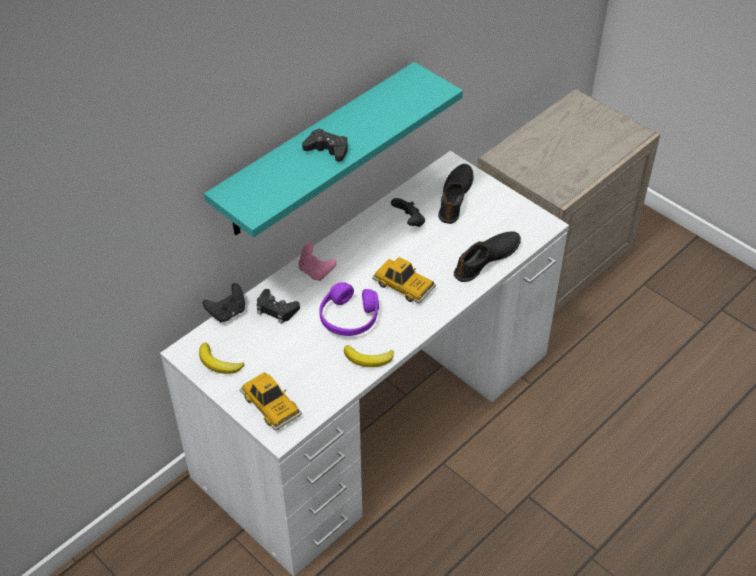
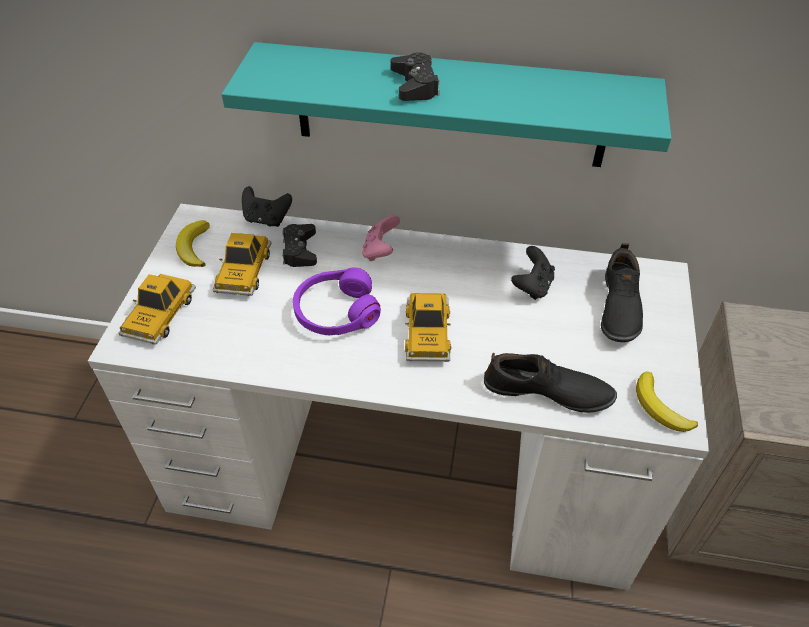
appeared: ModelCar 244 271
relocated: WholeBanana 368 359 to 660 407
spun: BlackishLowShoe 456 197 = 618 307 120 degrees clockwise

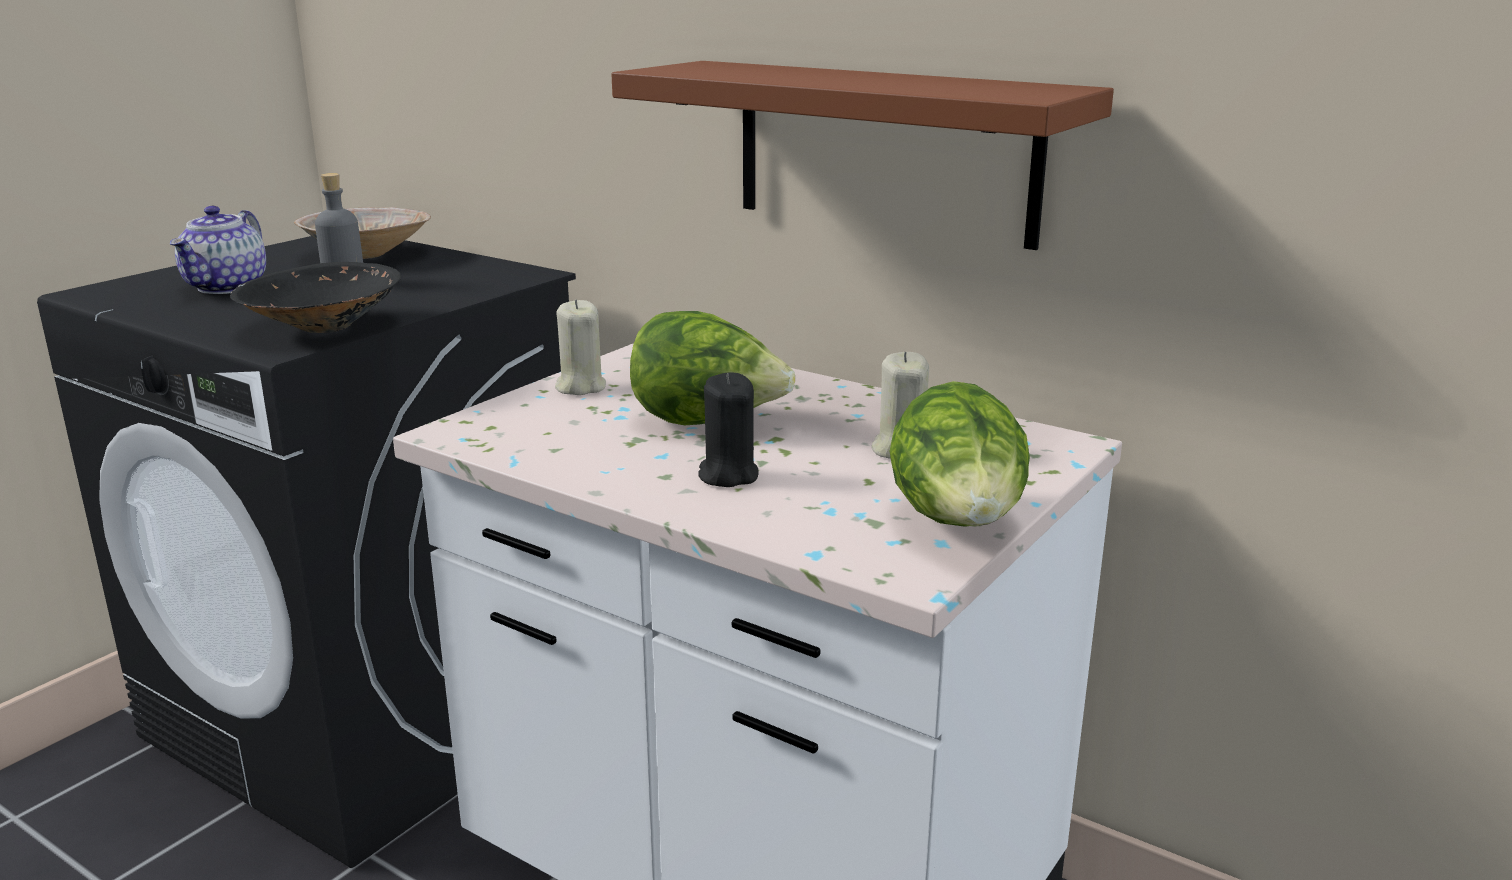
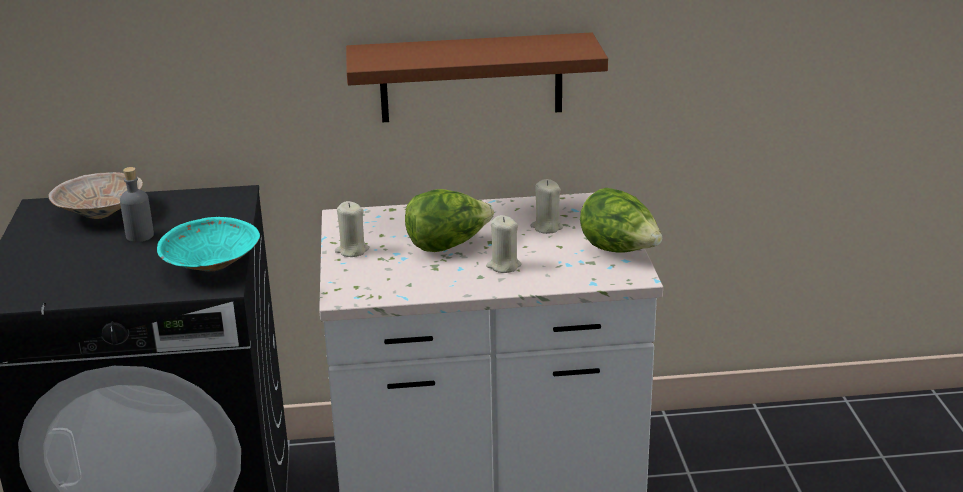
missing: PotForTea 227 287
colour: BlackishServingBowl 321 328 to TurquoiseServingBowl 211 266; BlackishCandle 728 475 to BeigeCandle 503 266

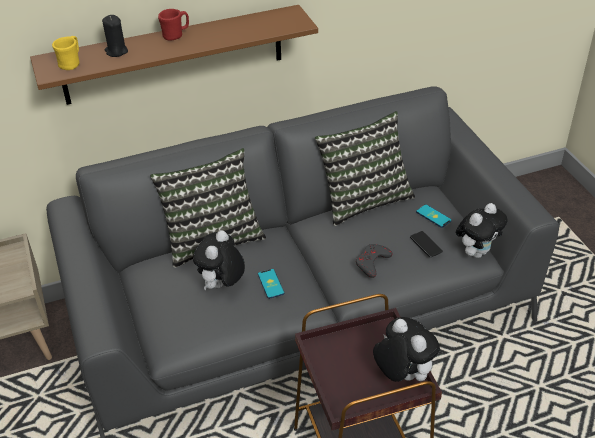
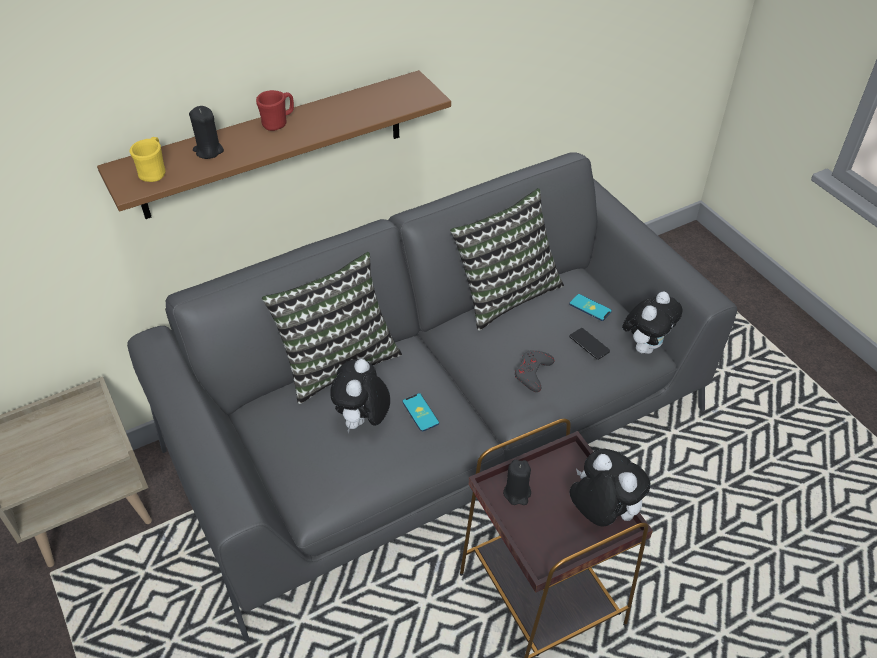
appeared: BlackishCandle 517 493

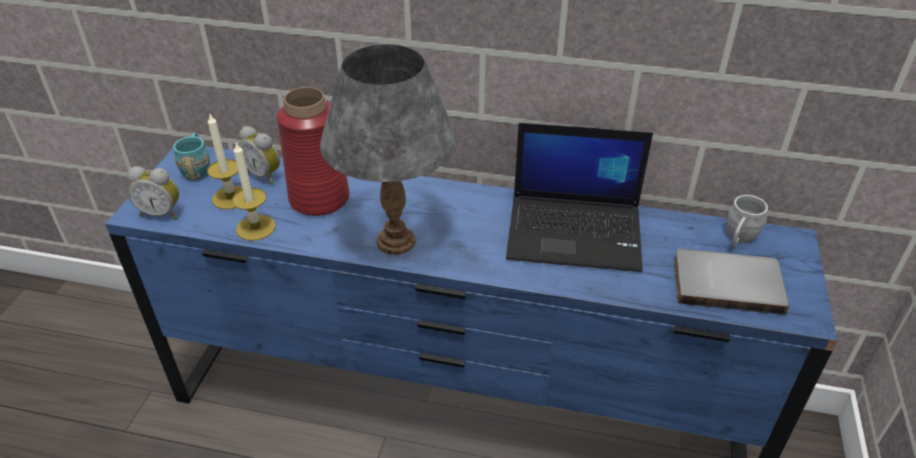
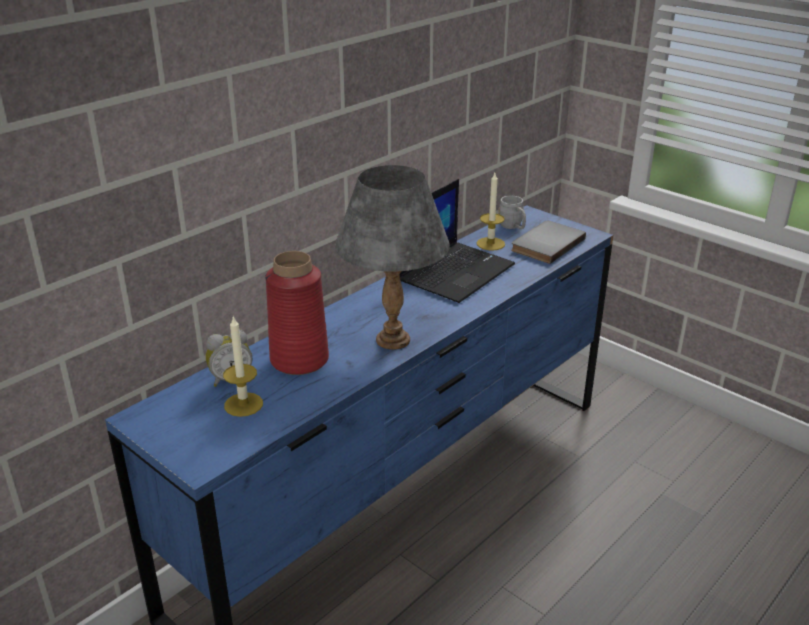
missing: AlarmClock 162 213; TurquoiseTeaMug 198 169
relocated: Candle 256 227 to 490 244

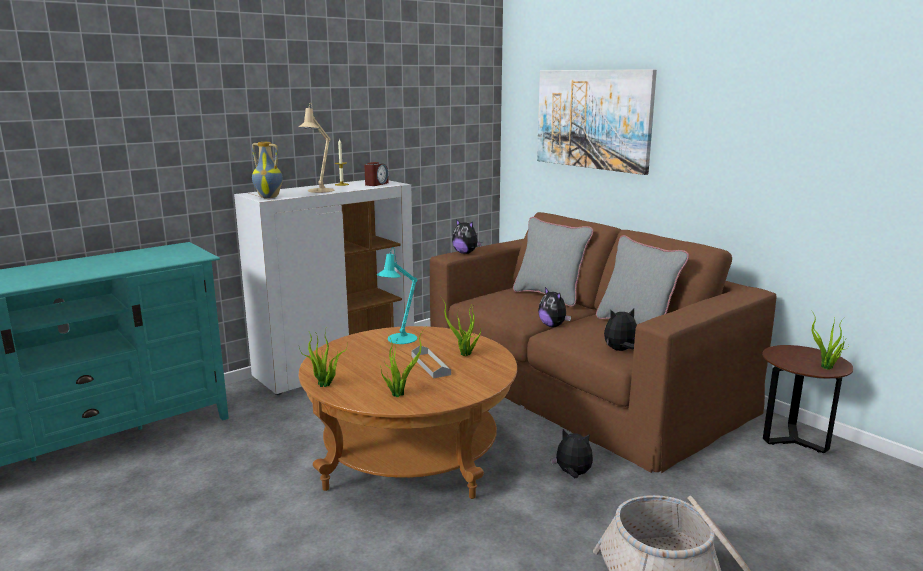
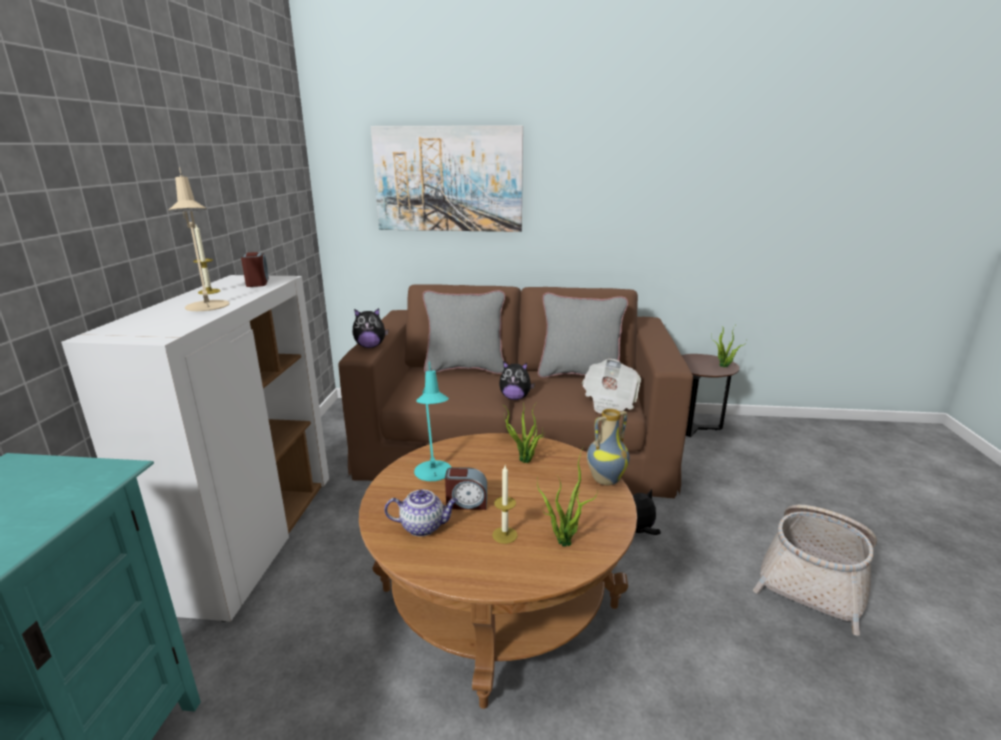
missing: PlantInAPot 325 385; GreyServingTray 430 365
appeared: PotForTea 423 526; AlarmClock 466 503; Candle 504 535
relocated: FlowerVase 269 197 to 605 479
exchanged: CuddlyToy 620 350 to DailyPaper 609 401

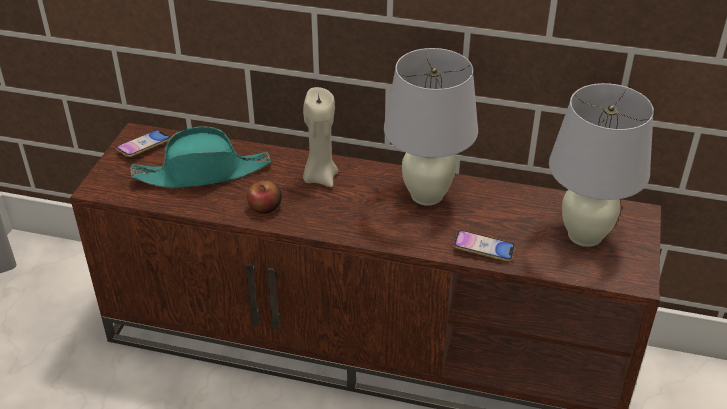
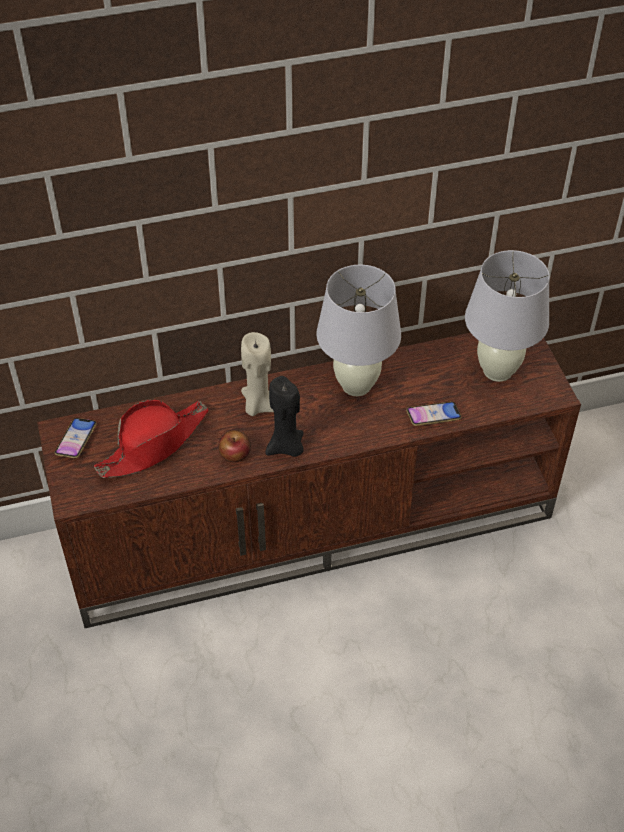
appeared: BlackishCandle 286 447
colour: TurquoiseHat 203 173 to RedHat 154 444

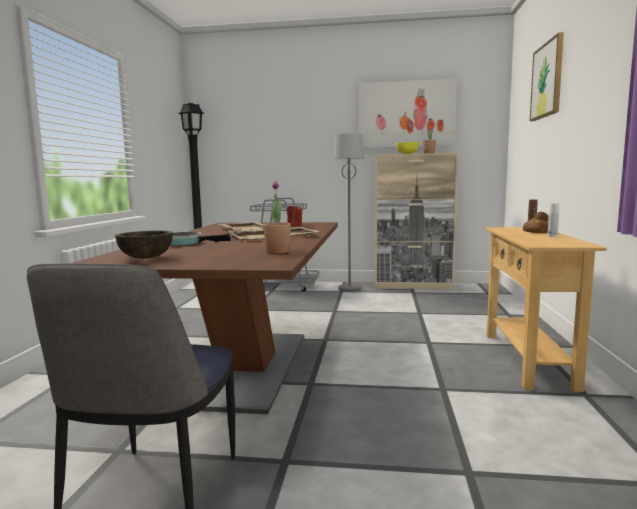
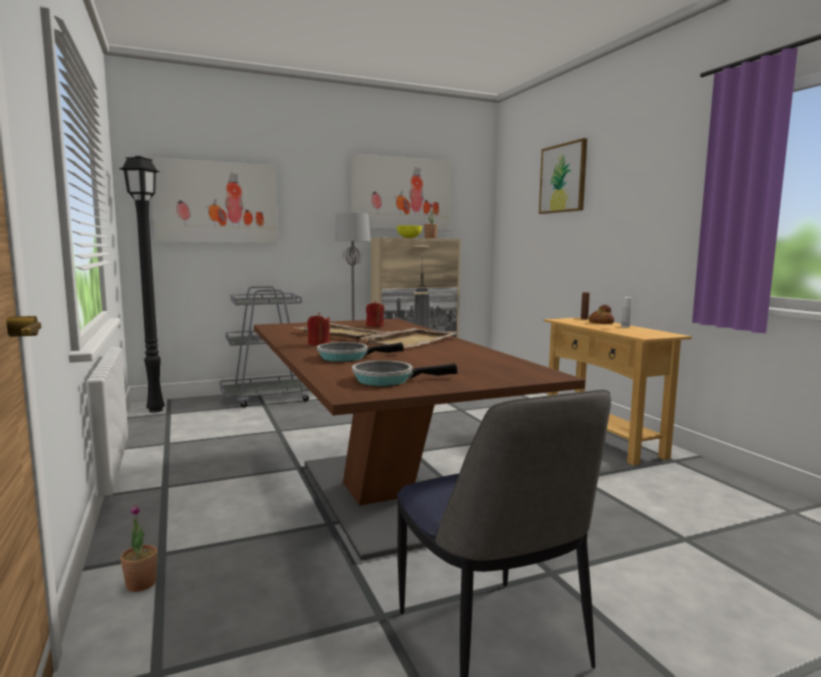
appeared: Picture 216 202; RedCandle 319 344
relocated: PlantInAPot 277 251 to 141 584
exchanged: BrownColouredServingBowl 146 257 to FryingPan 388 379

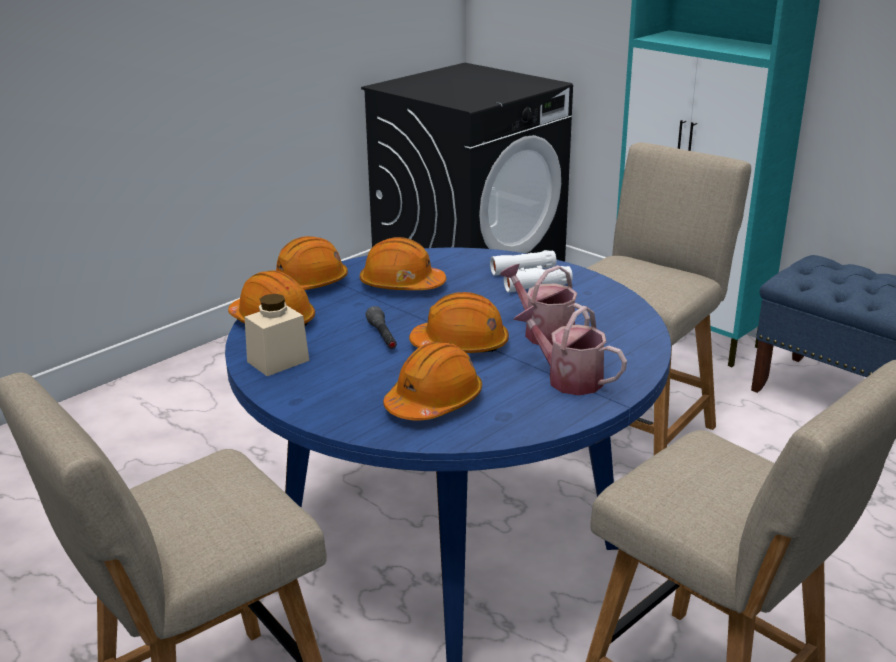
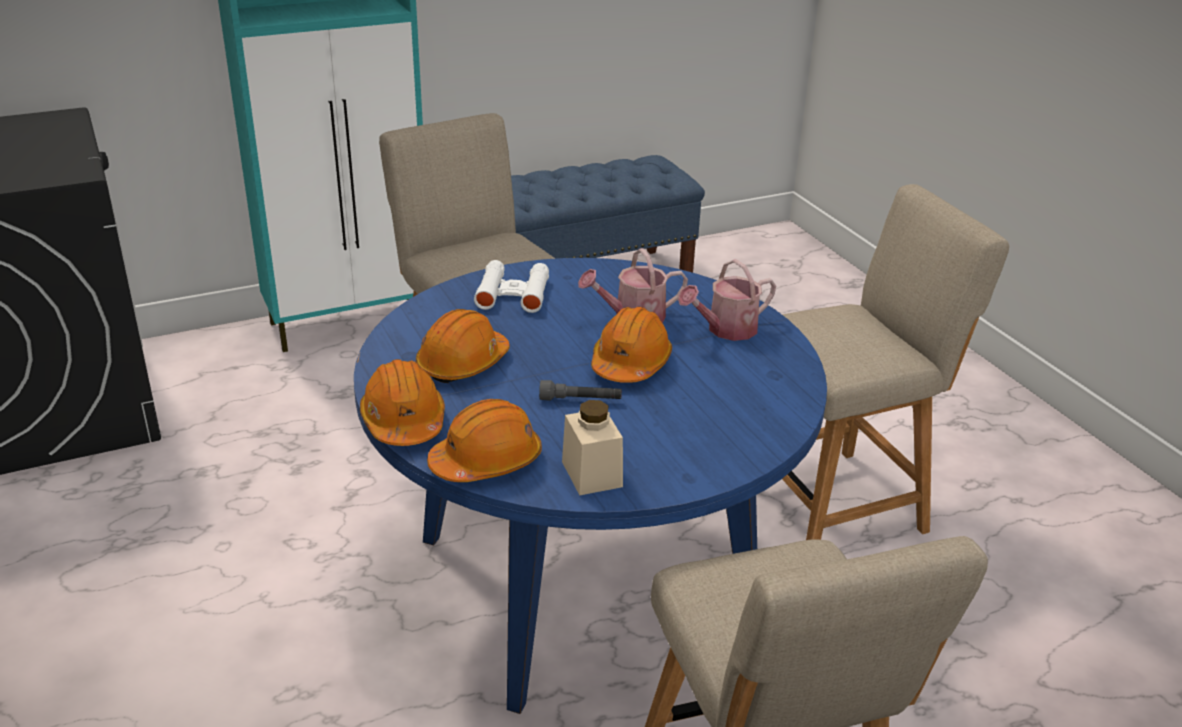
missing: OrangeWorkHelmet 434 402

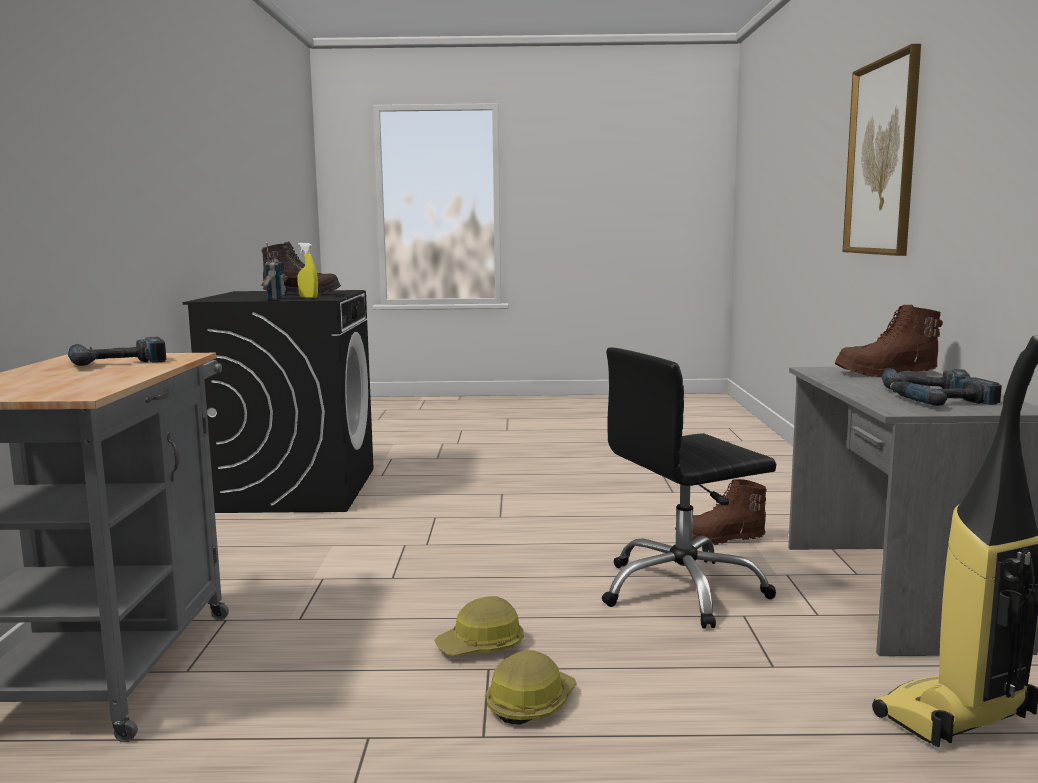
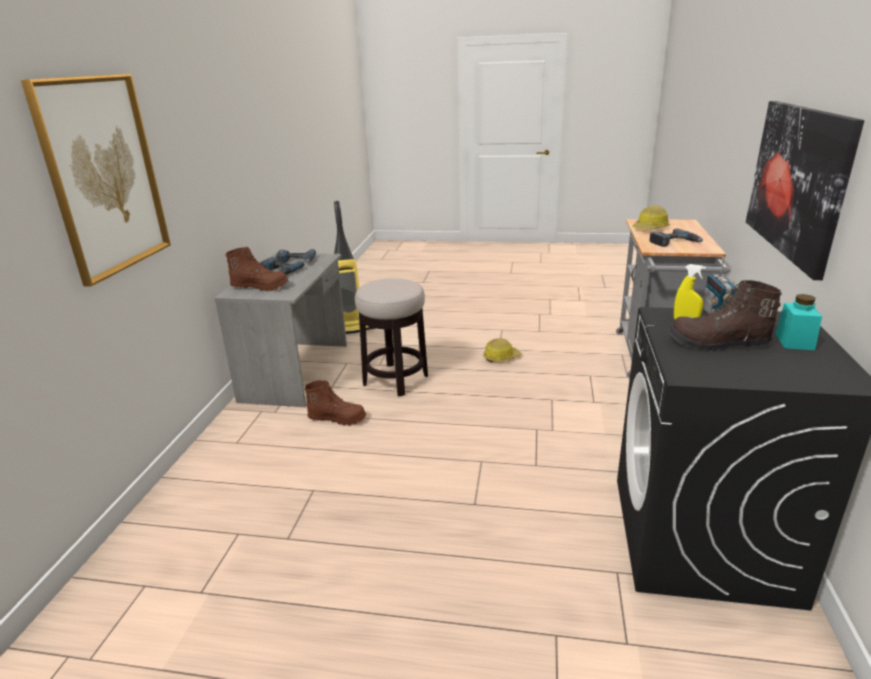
appeared: Picture 797 181; TurquoisePreserveJar 794 341
relocated: WorkHelmet 530 703 to 650 228
exchanged: BlackishDeskChair 682 590 to SittingStool 395 380

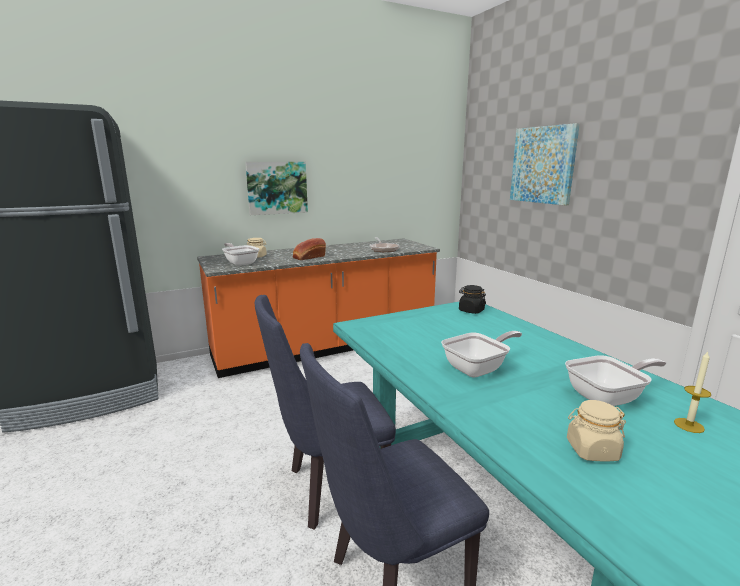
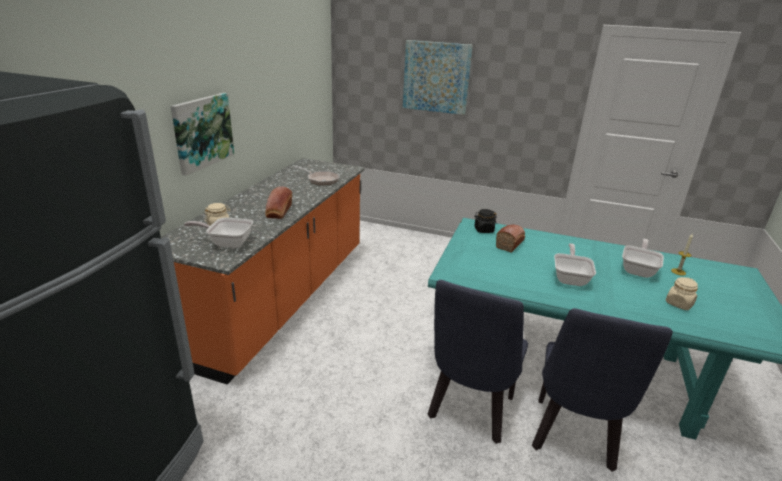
appeared: Bread 510 243

